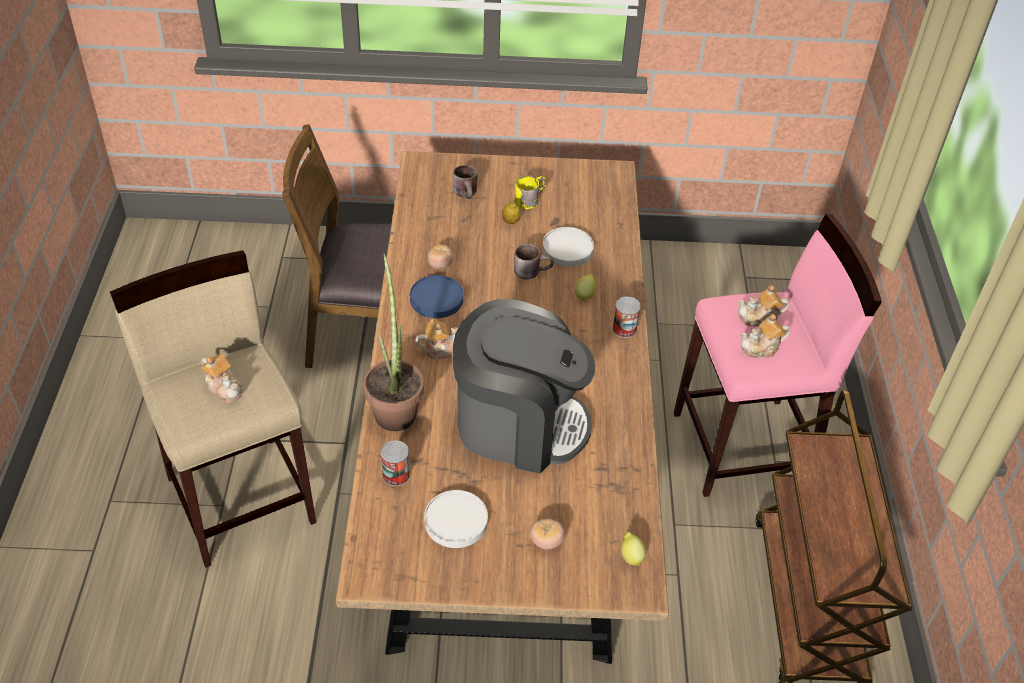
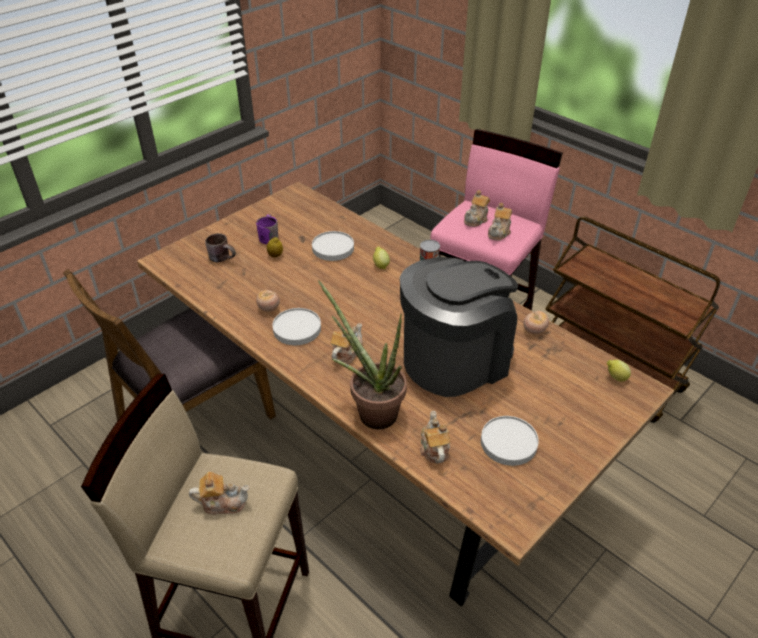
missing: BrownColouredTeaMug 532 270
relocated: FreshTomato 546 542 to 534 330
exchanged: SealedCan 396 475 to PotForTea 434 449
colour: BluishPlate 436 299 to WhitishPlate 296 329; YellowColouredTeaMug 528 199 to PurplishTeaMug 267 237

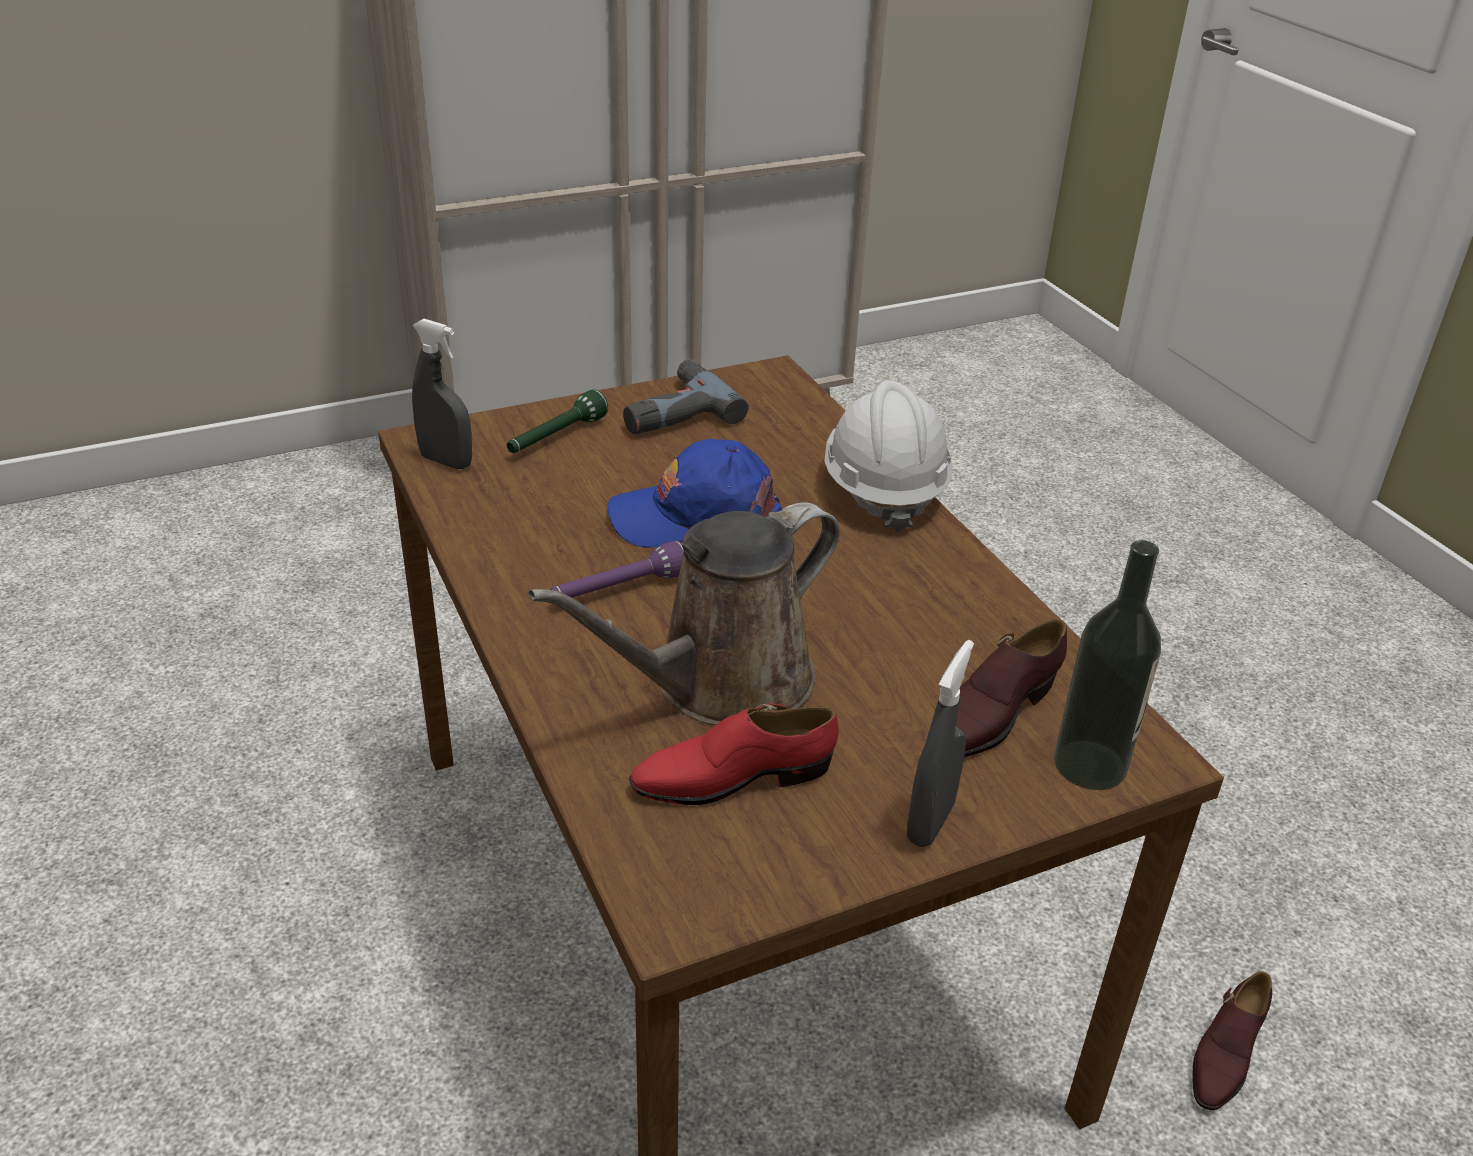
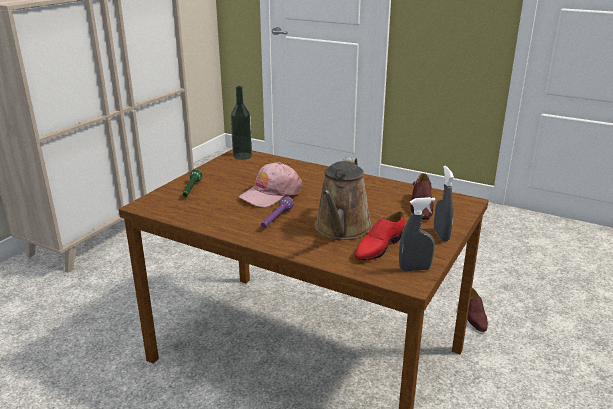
missing: ElectricDrill 671 411; WhitishWorkHelmet 883 490
relocated: GreySprayBottle 446 461 to 414 269; BeverageBottle 1090 765 to 242 156
colour: BluishBaseballCap 695 516 to PinkishBaseballCap 271 194

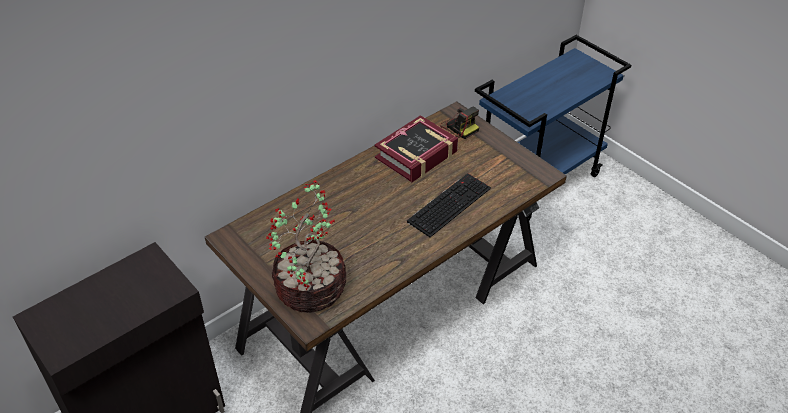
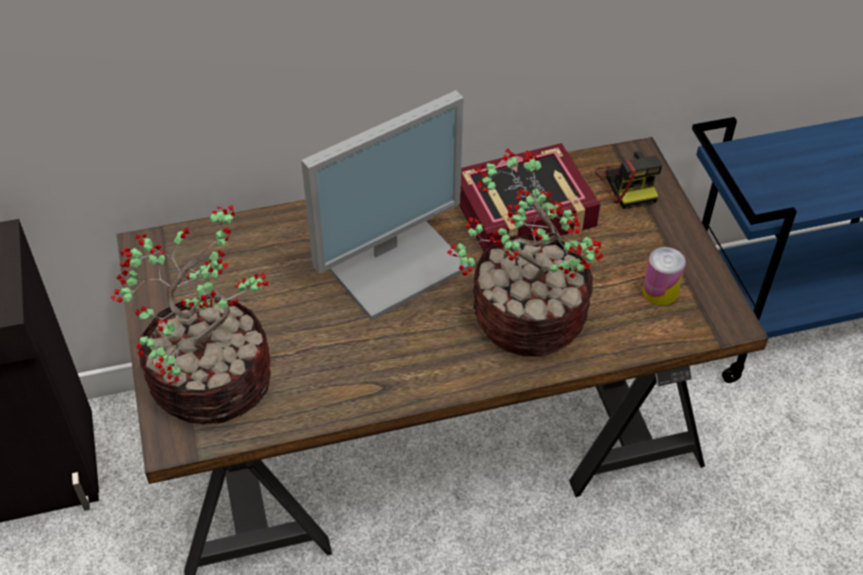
appeared: Monitor 392 259; SealedCan 660 292
exchanged: Keyboard 449 204 to PlantInAPot 524 316

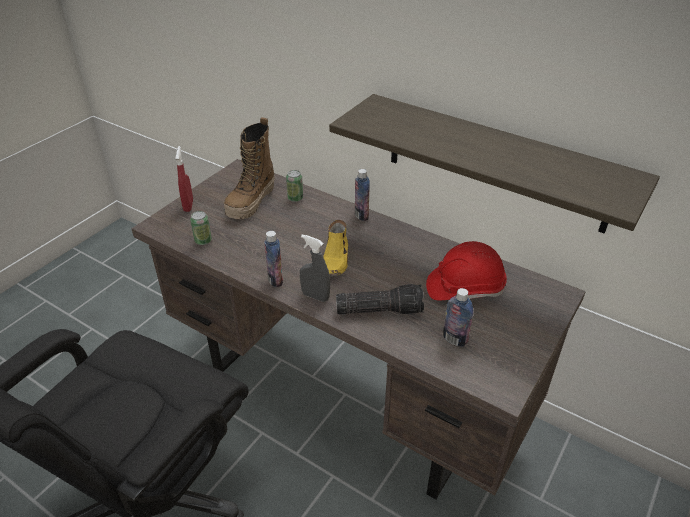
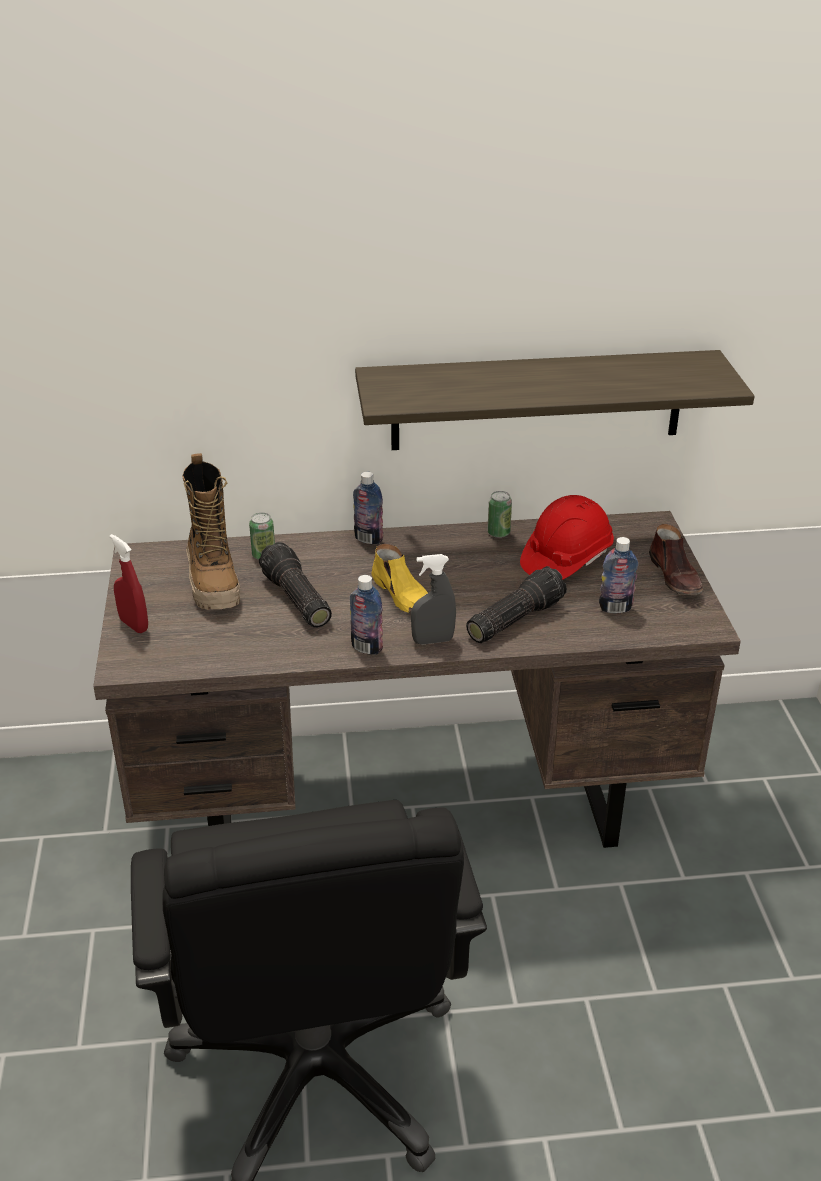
appeared: Flashlight 295 599; BrownColouredLowShoe 676 576
relocated: SealedCan 203 241 to 498 533

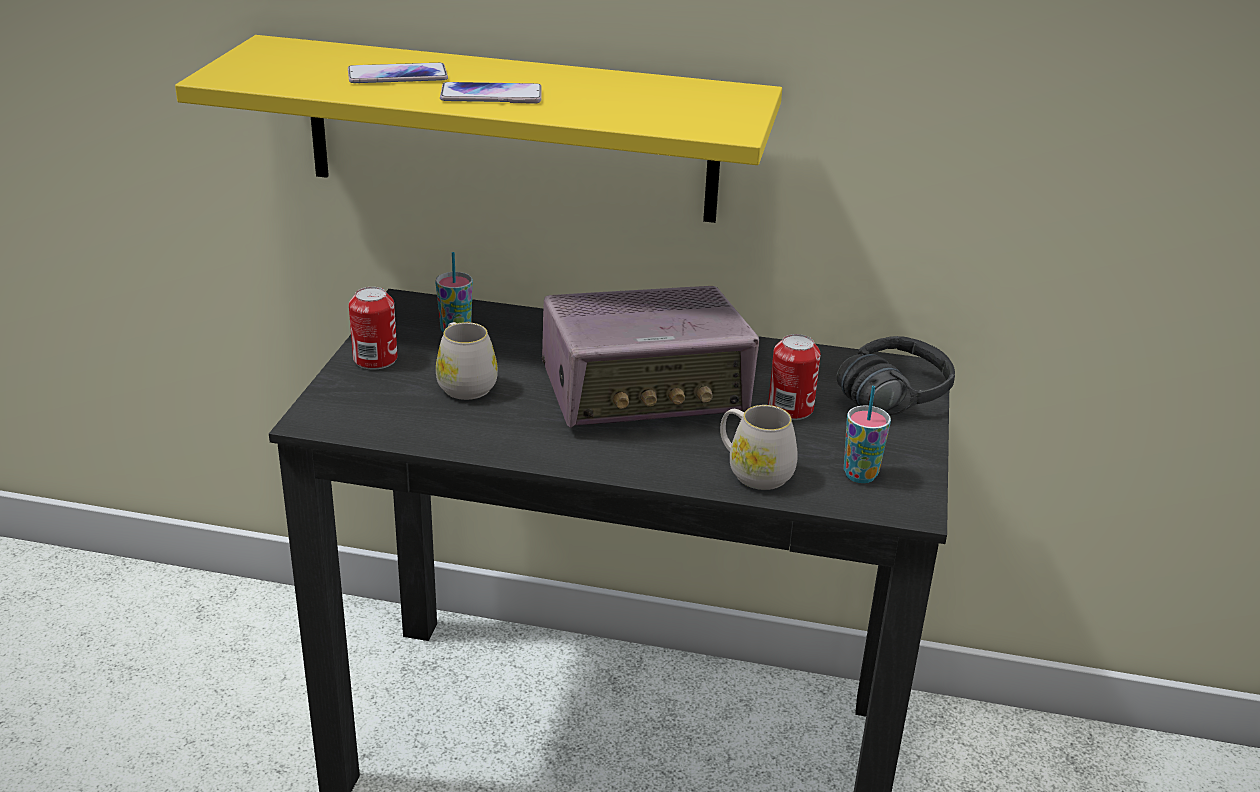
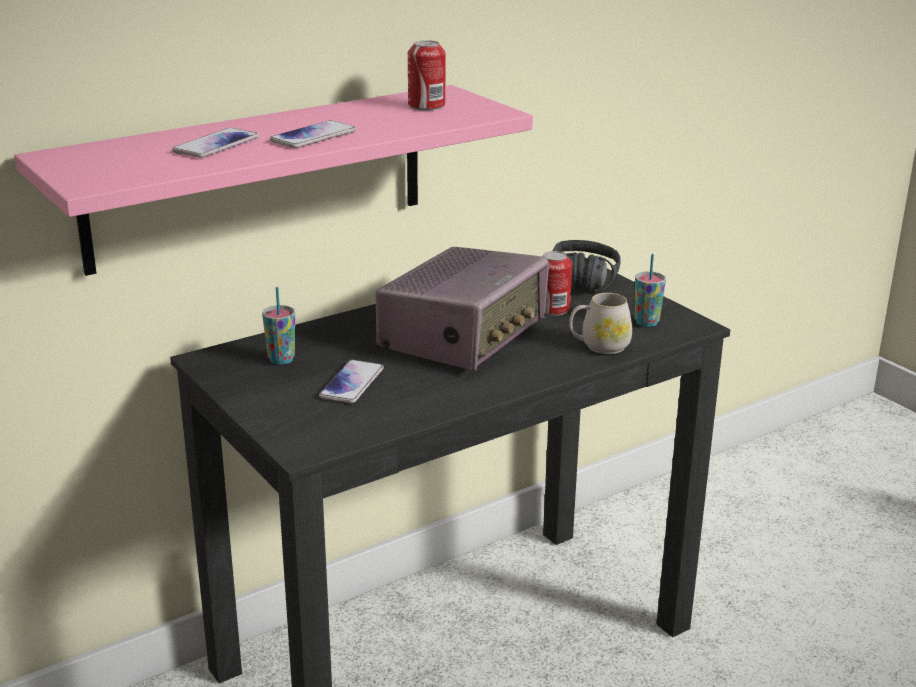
relocated: SealedCan 375 359 to 426 106
exchanged: WhitishTeaMug 464 384 to Phone 352 383
colour: YellowColouredWallShelf 511 130 to PinkishWallShelf 258 177

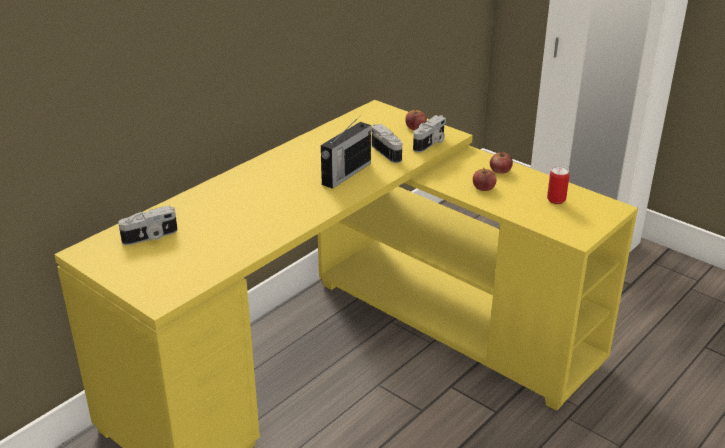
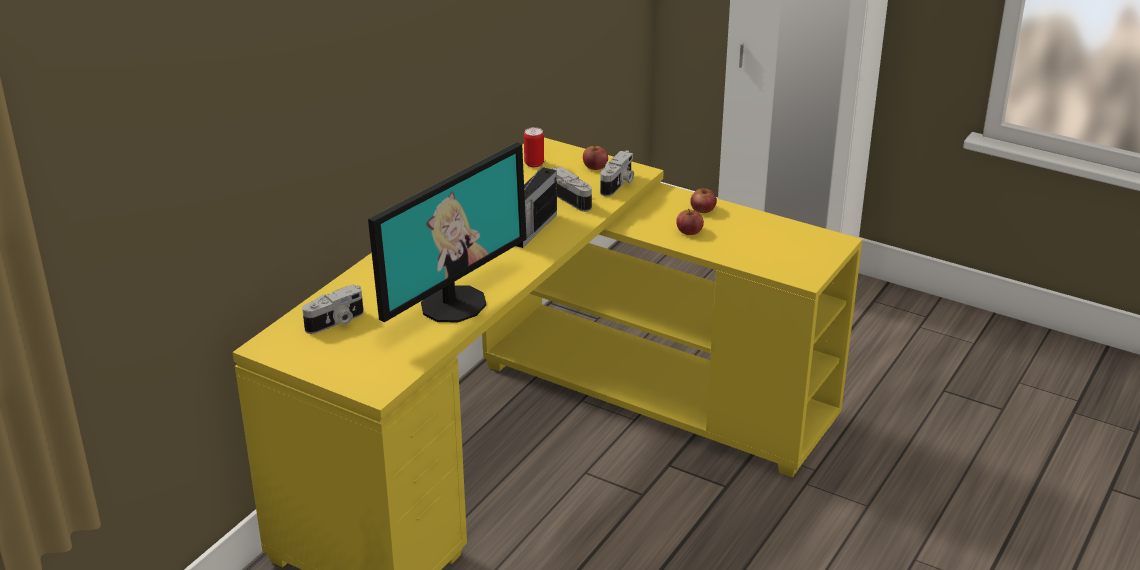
appeared: Monitor 452 303
relocated: SealedCan 556 200 to 534 163

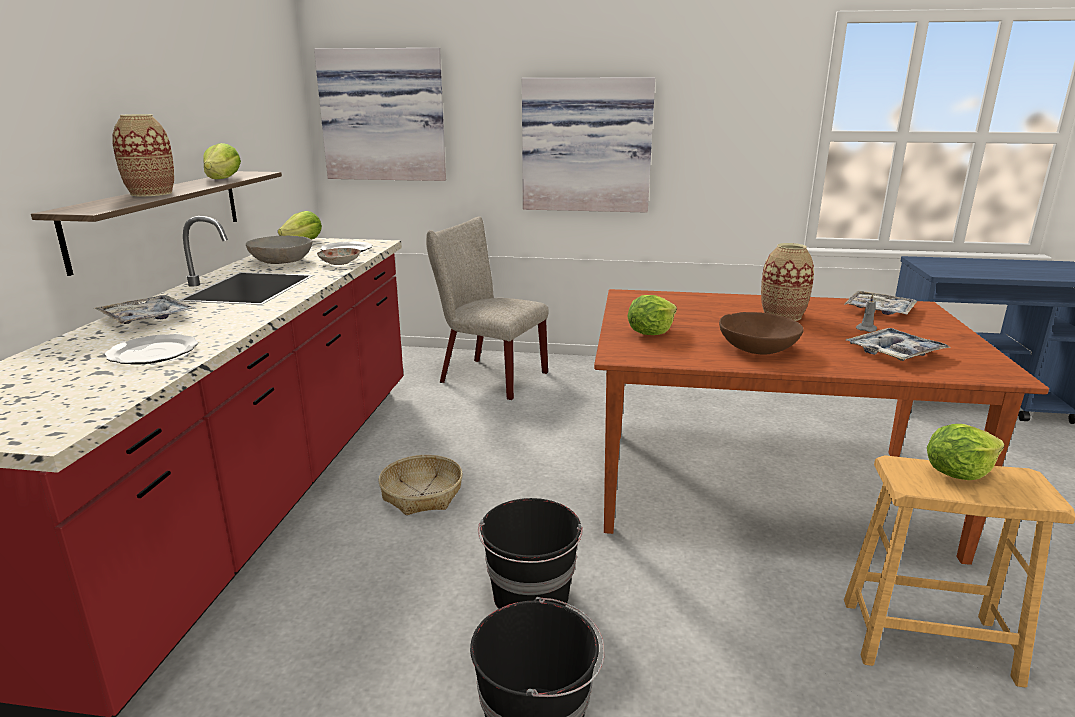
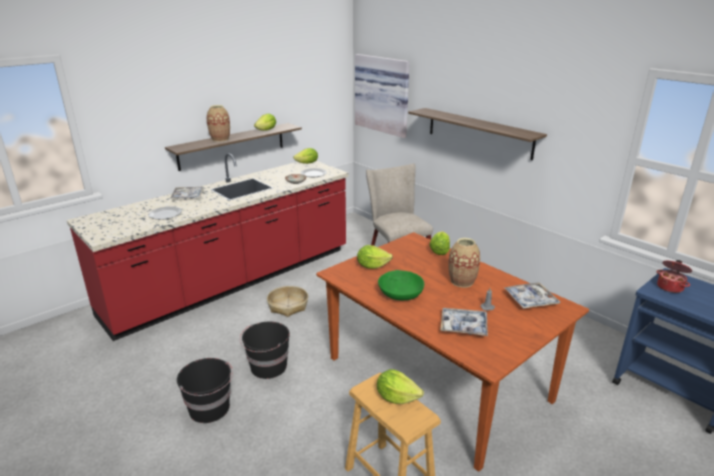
missing: GreyServingBowl 282 261
appeared: LettuceHead 440 251; Stockpot 670 287
exchanged: Picture 586 145 to WallShelf 479 133
colour: BrownColouredServingBowl 757 348 to GreenServingBowl 400 294

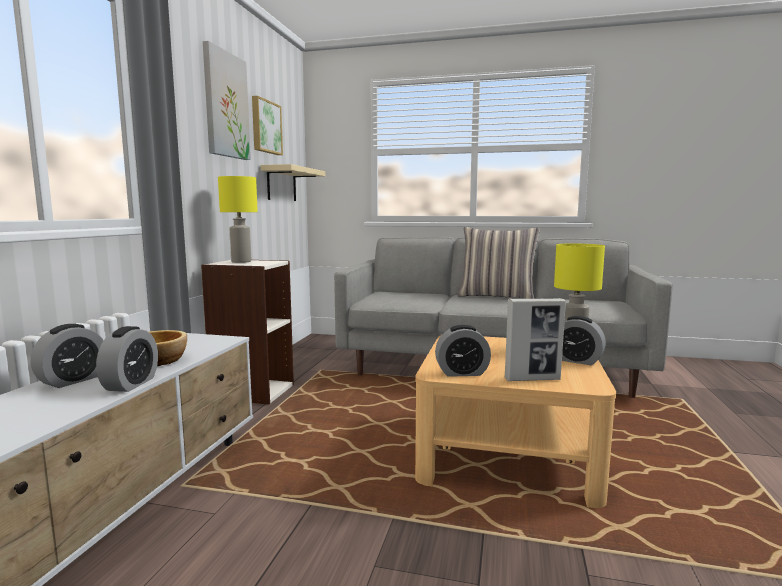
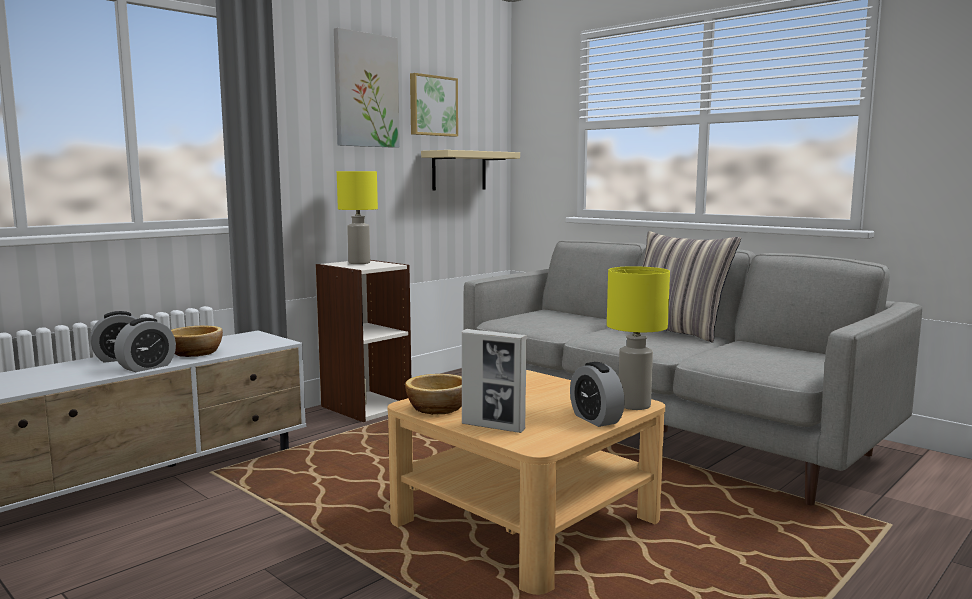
exchanged: AlarmClock 462 373 to ServingBowl 439 408

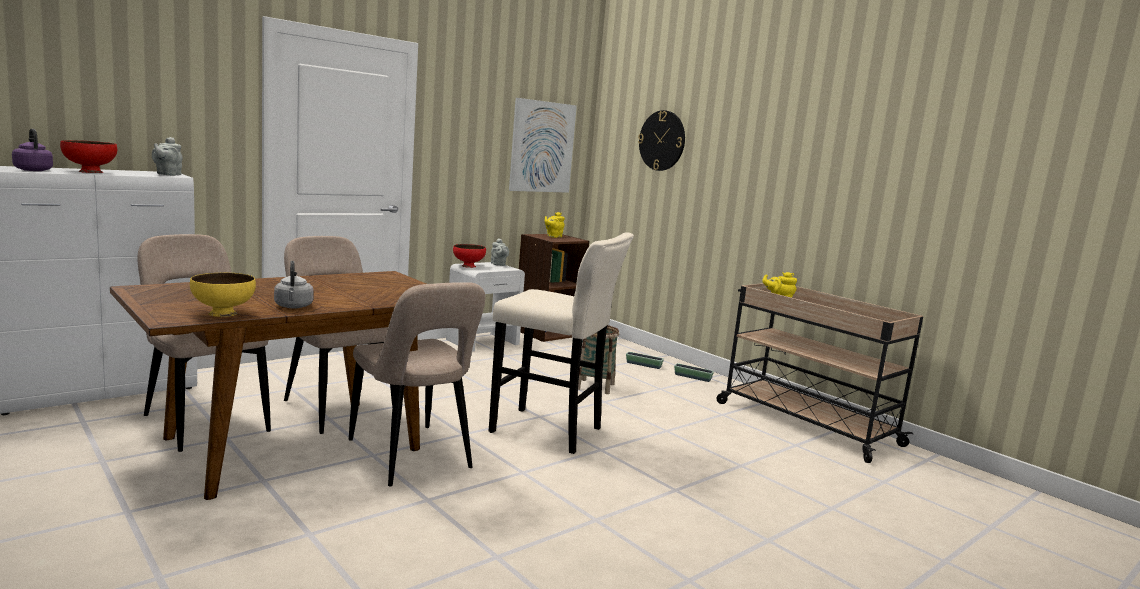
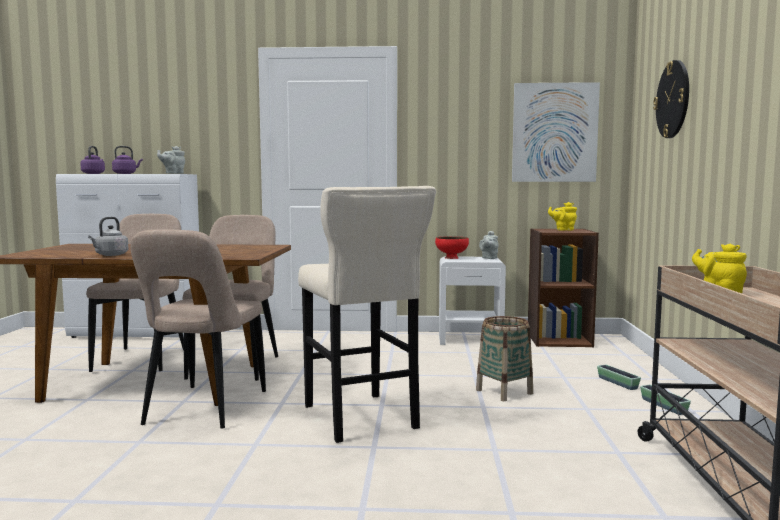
missing: YellowColouredServingBowl 223 313
exchanged: RedServingBowl 90 172 to PurplishKettle 126 173

